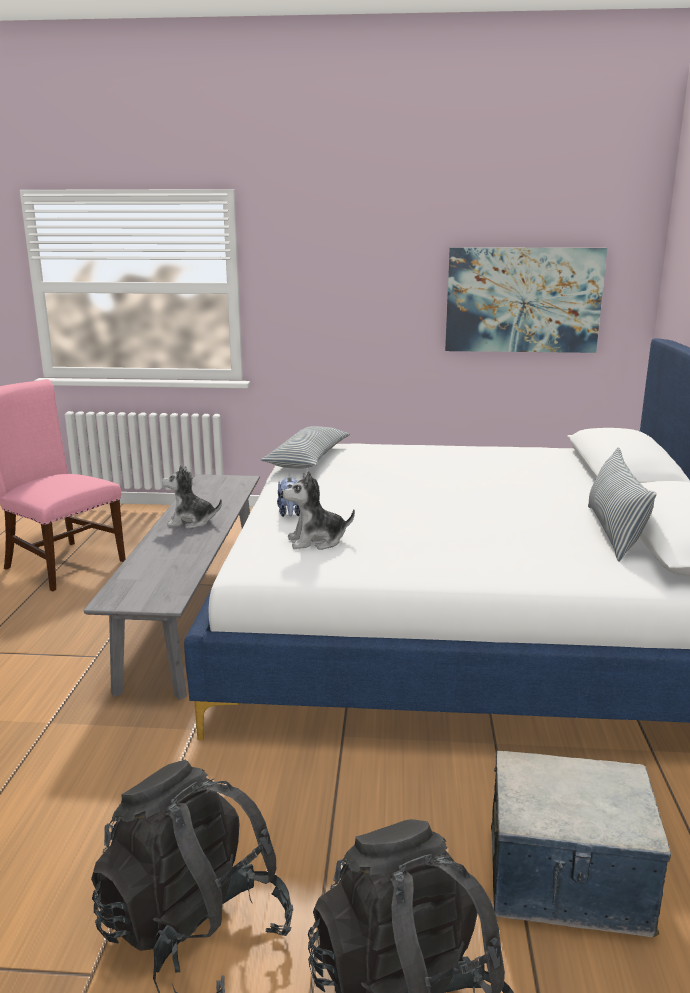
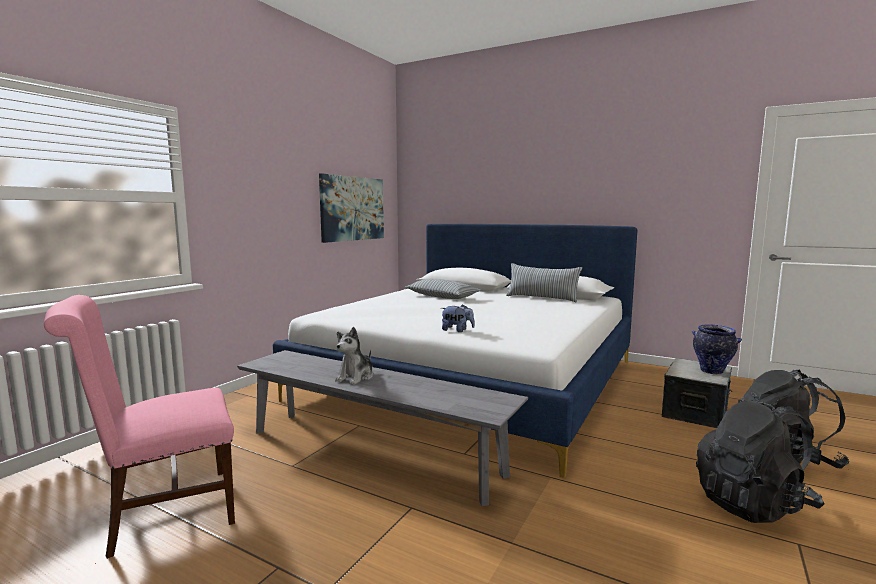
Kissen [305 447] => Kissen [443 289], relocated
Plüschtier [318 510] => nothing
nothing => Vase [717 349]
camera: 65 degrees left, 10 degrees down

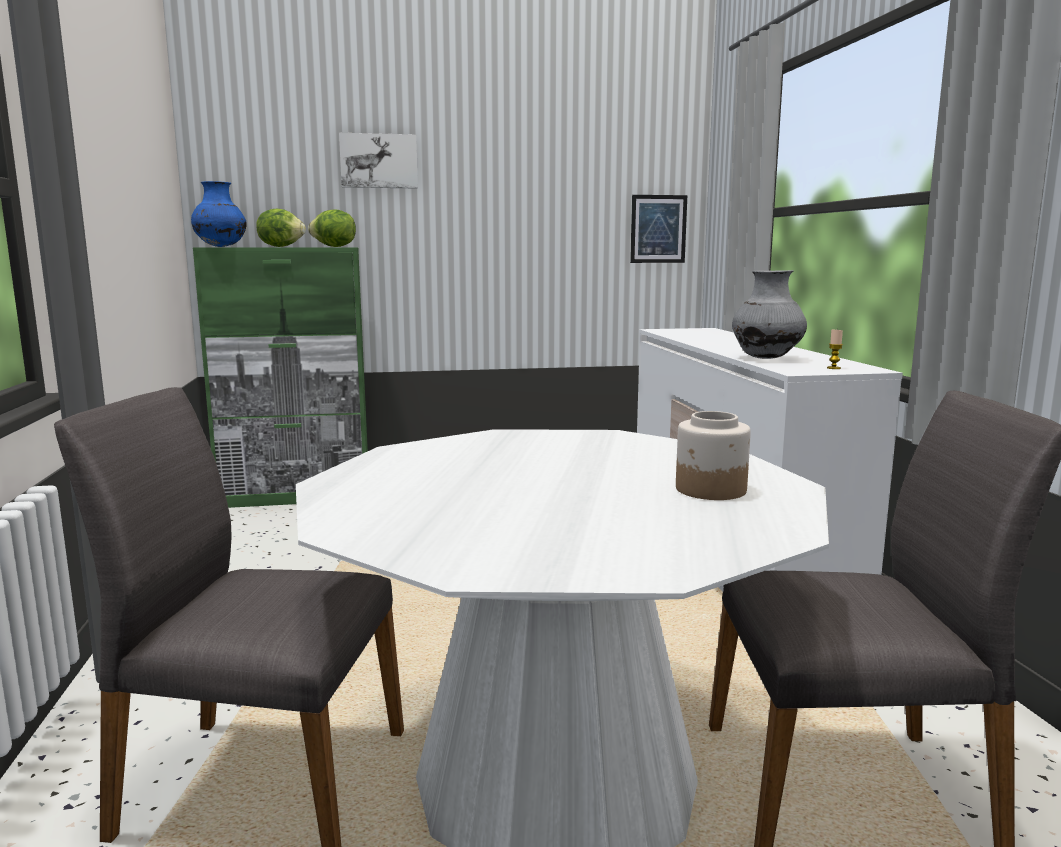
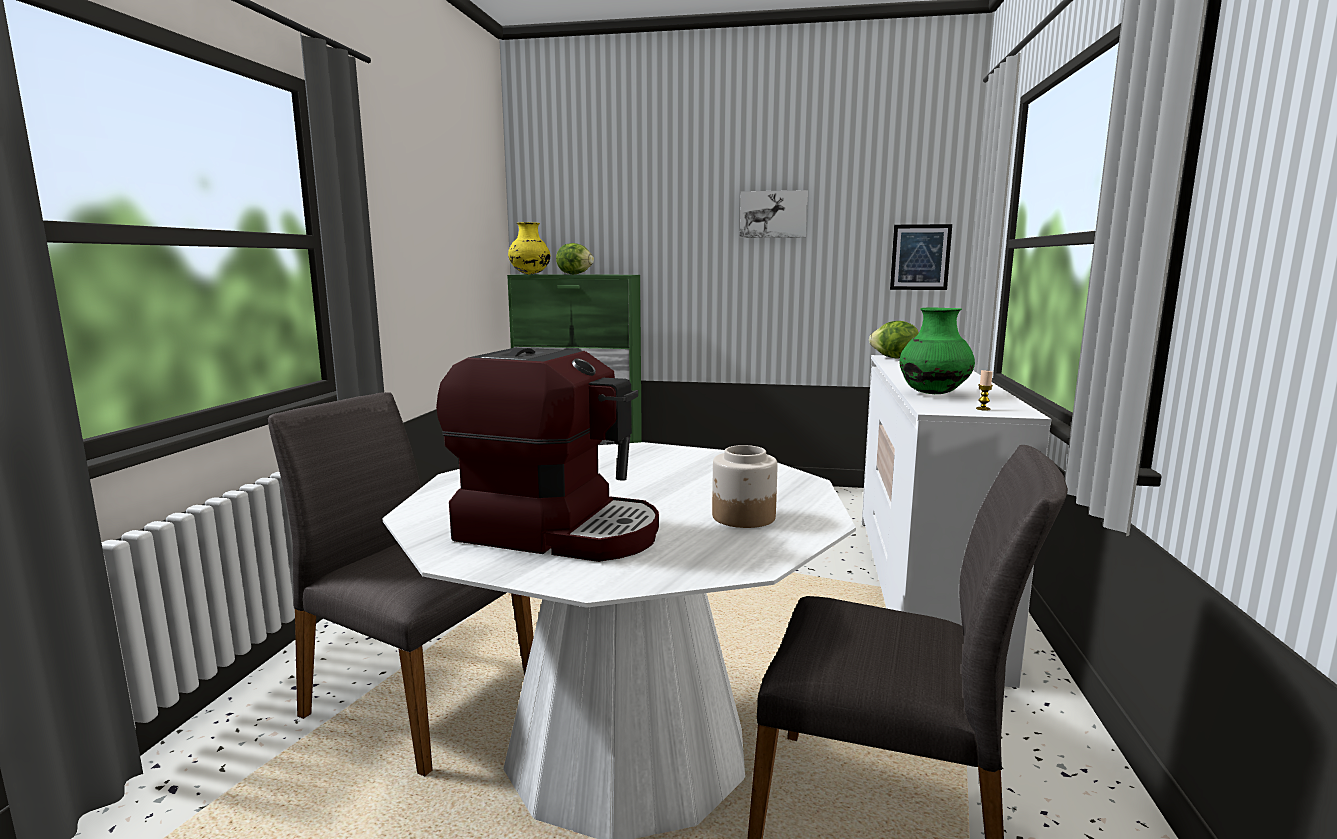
Vase [blau] [219 214] => Vase [gelb] [529 248]
Salatkopf [332 228] => Salatkopf [894 340], relocated
Bild [378 160] => Bild [774 214], relocated
Vase [grau] [769 314] => Vase [grün] [937 350]
nothing => Kaffeemaschine [547 455]
camera: 20 degrees right, 0 degrees up

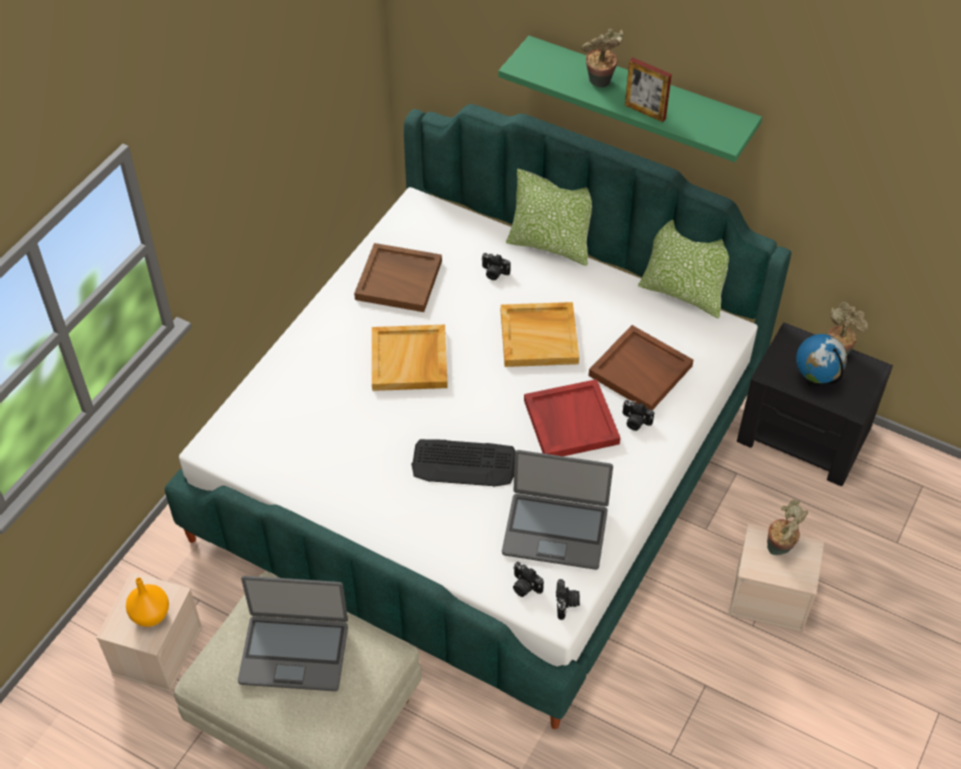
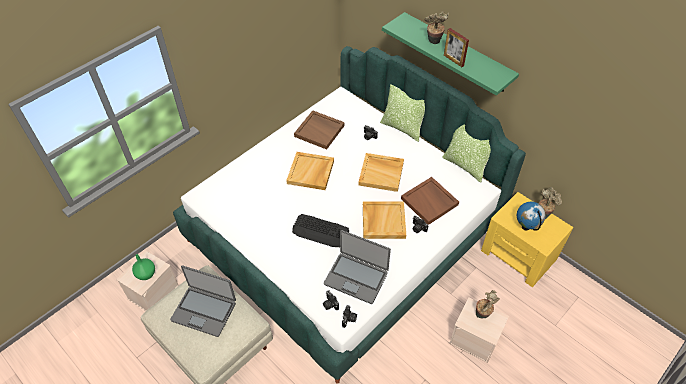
Vase [orange] [147 602] => Vase [grün] [143 267]
Tablett [rot] [572 417] => Tablett [beige] [384 220]
Nachttisch [schwarz] [815 404] => Nachttisch [gelb] [527 239]
camera: 15 degrees right, 0 degrees up

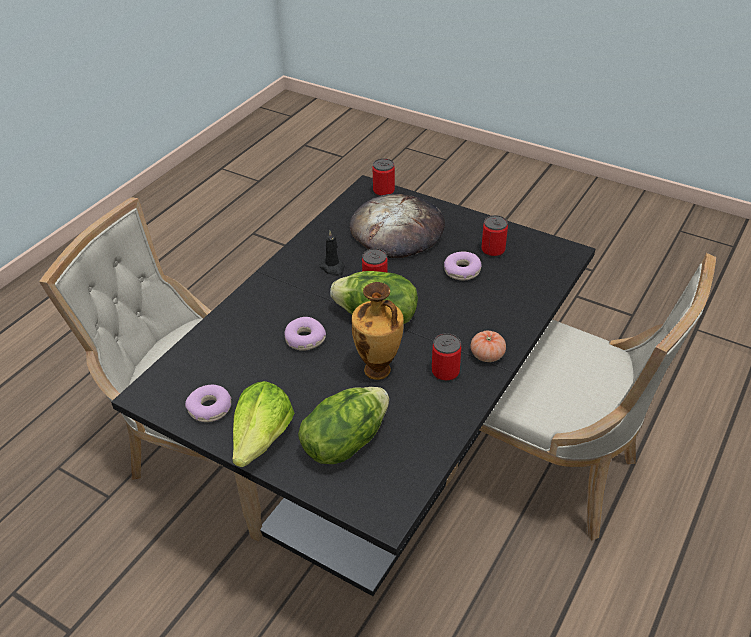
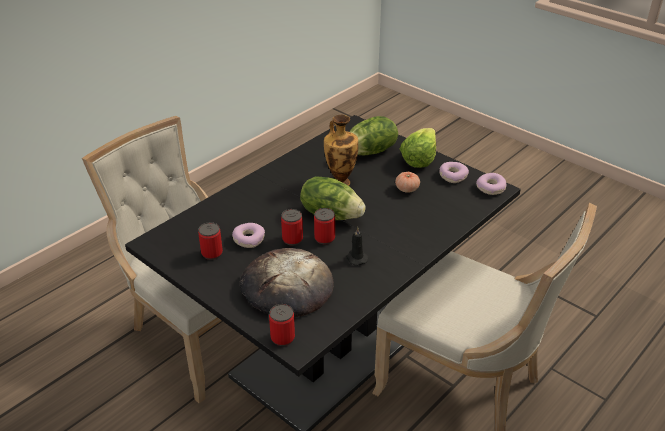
Donut [305 334] => Donut [491 184], relocated
Dose [446 357] => Dose [292 227], relocated
Tomate [488 346] => Tomate [407 182], relocated
camera: 170 degrees left, 5 degrees down

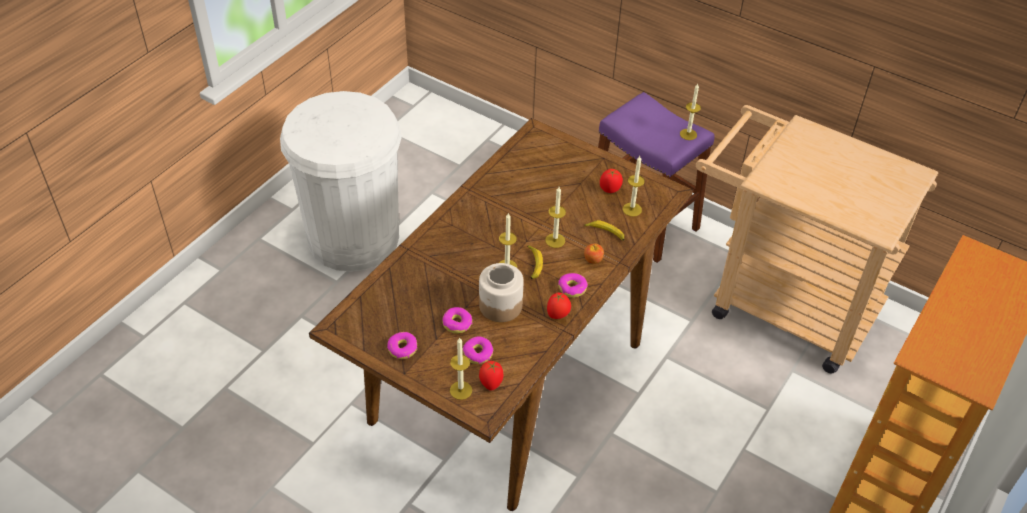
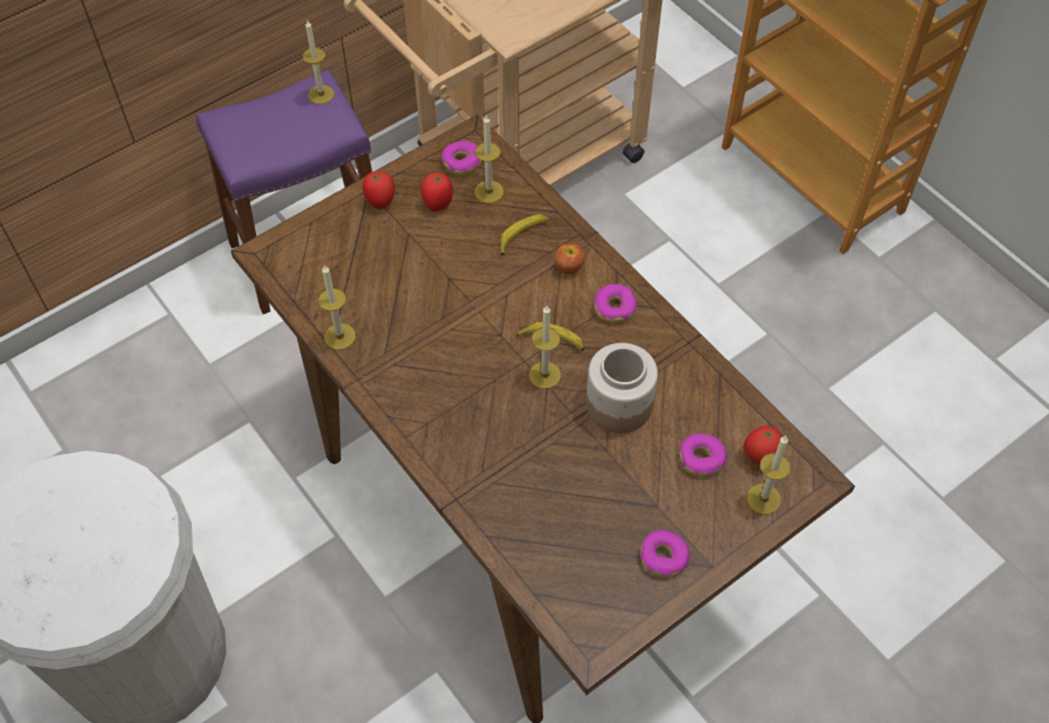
Donut [457 320] => Donut [461 158], relocated
Kerze [555 217] => Kerze [337 308], relocated
Tomate [559 306] => Tomate [379 190], relocated
camera: 70 degrees left, 10 degrees up

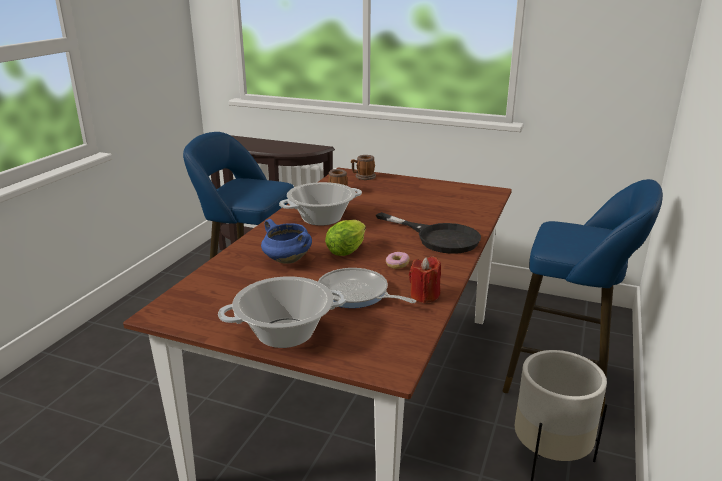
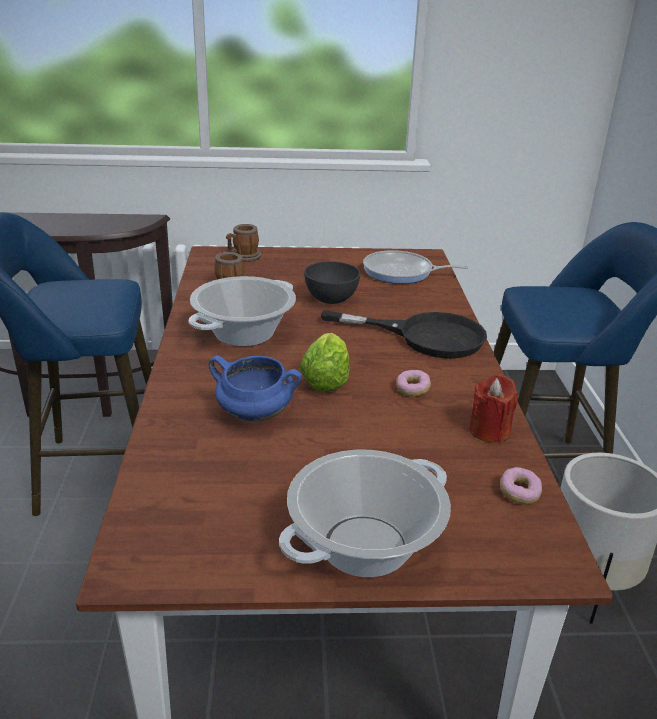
Pfanne [367 288] => Pfanne [416 267], relocated
nothing => Schüssel [grau] [332 282]
nothing => Donut [521 485]
camera: 25 degrees left, 5 degrees up

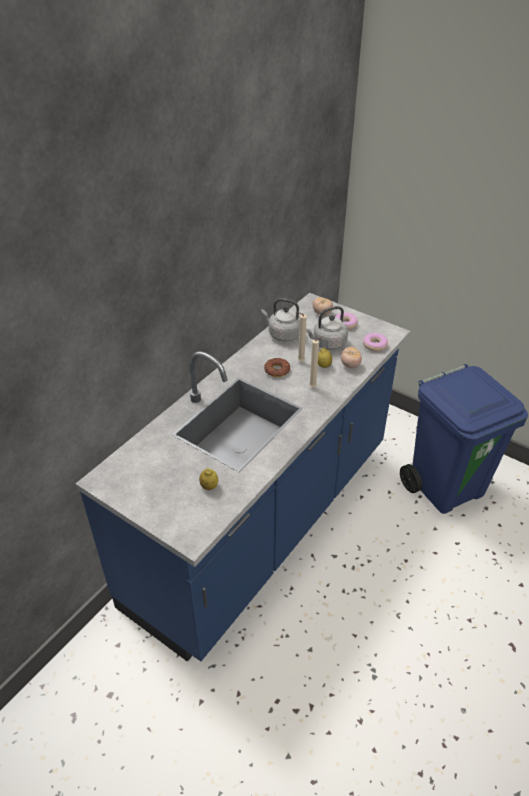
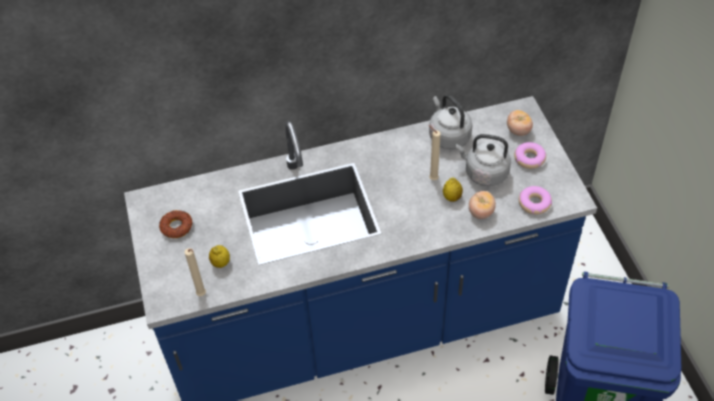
Donut [277 367] => Donut [176 224], relocated
Kerze [beige] [316 361] => Kerze [beige] [195 272], relocated
camera: 40 degrees right, 10 degrees up

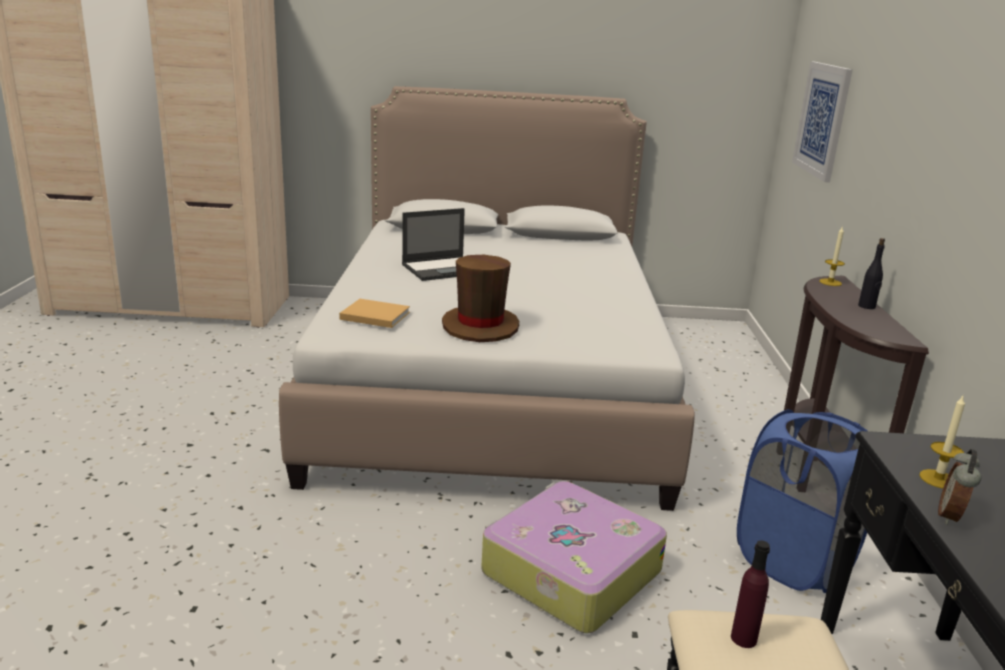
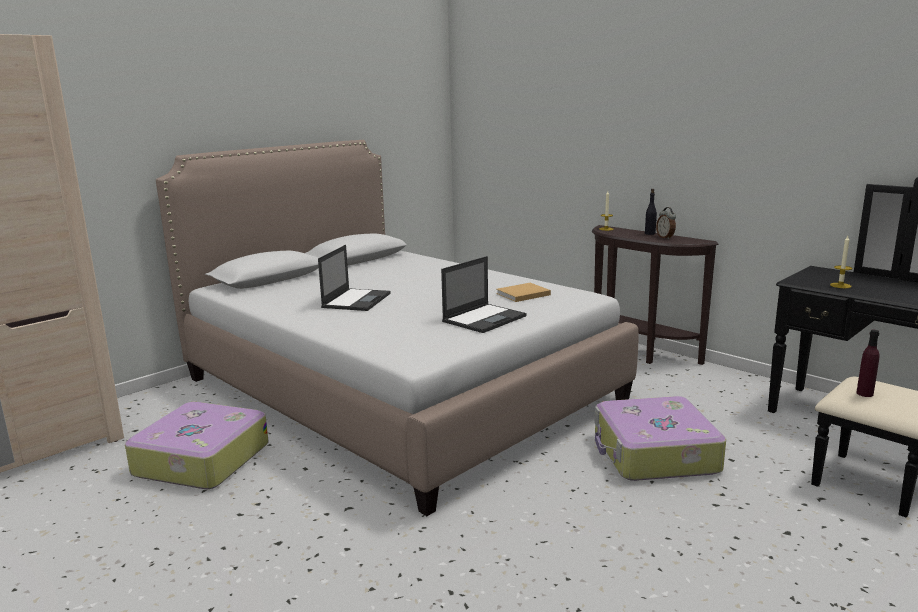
Buch [beige] [374 313] => Buch [beige] [523 292], relocated
Hut [braun] [480 298] => Laptop [484 294]
Wäschekorb [blau] [802 501] => nothing
Bild [822 122] => nothing
Wecker [959 487] => Wecker [666 223], relocated
nothing => Koffer [197 445]
camera: 45 degrees left, 5 degrees down

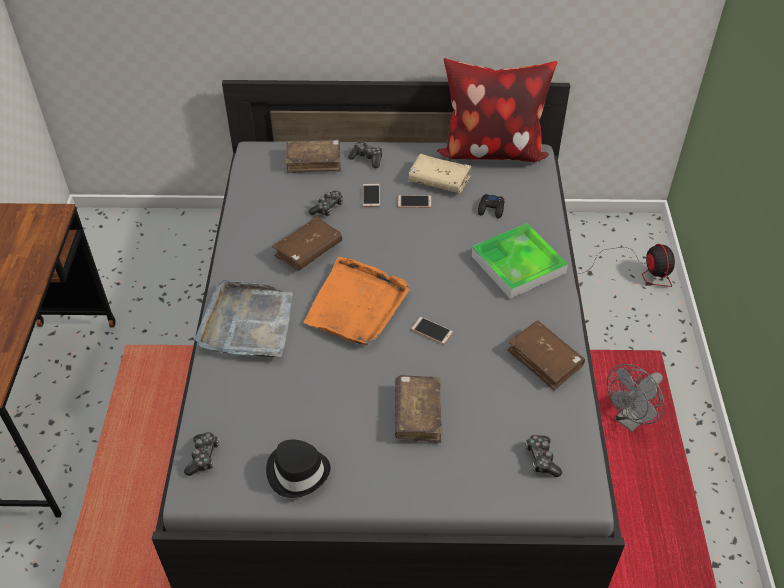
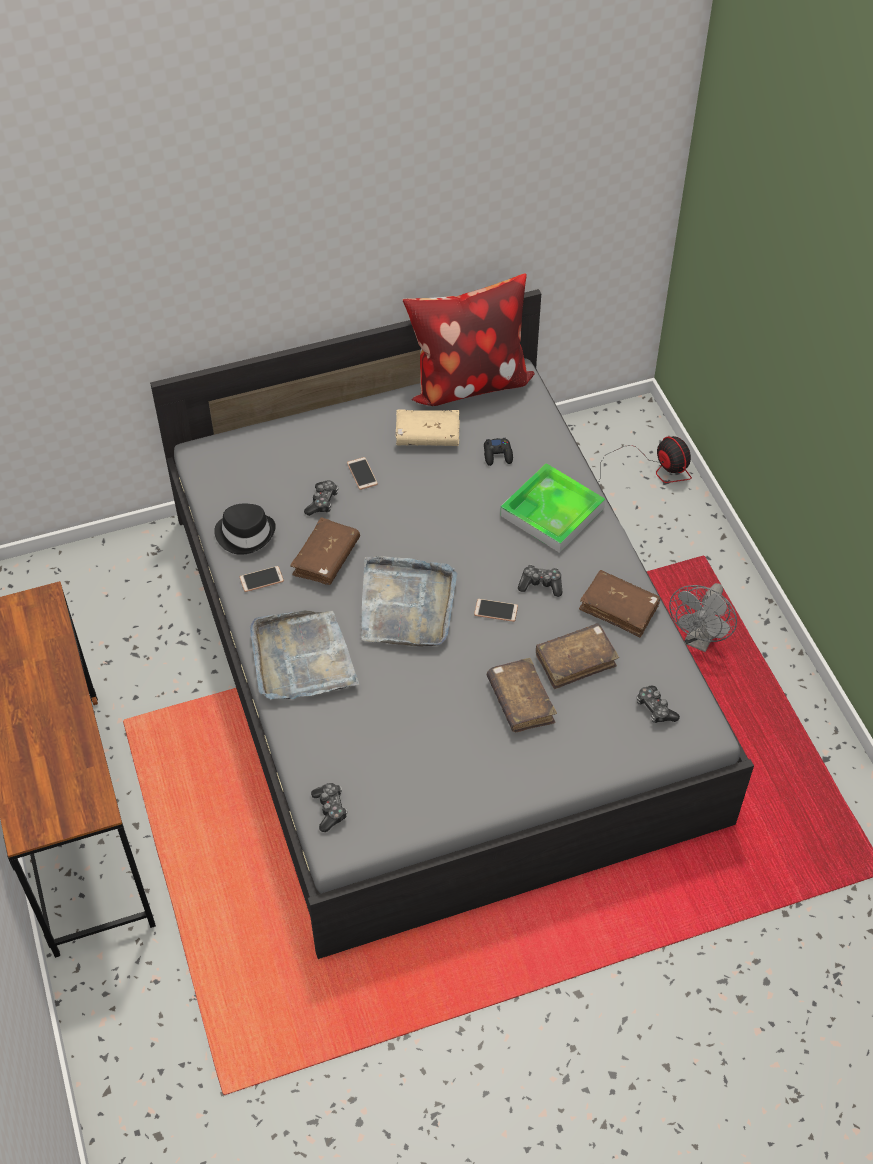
Hut [schwarz] [298 468] => Hut [schwarz] [245 529], relocated
Buch [braun] [313 156] => Buch [braun] [577 656], relocated
Tablett [orange] [357 301] => Tablett [grau] [409 601]
Gamepad [365 155] => Gamepad [540 580], relocated
Handy [415 201] => Handy [262 579], relocated
camera: 20 degrees left, 5 degrees up

